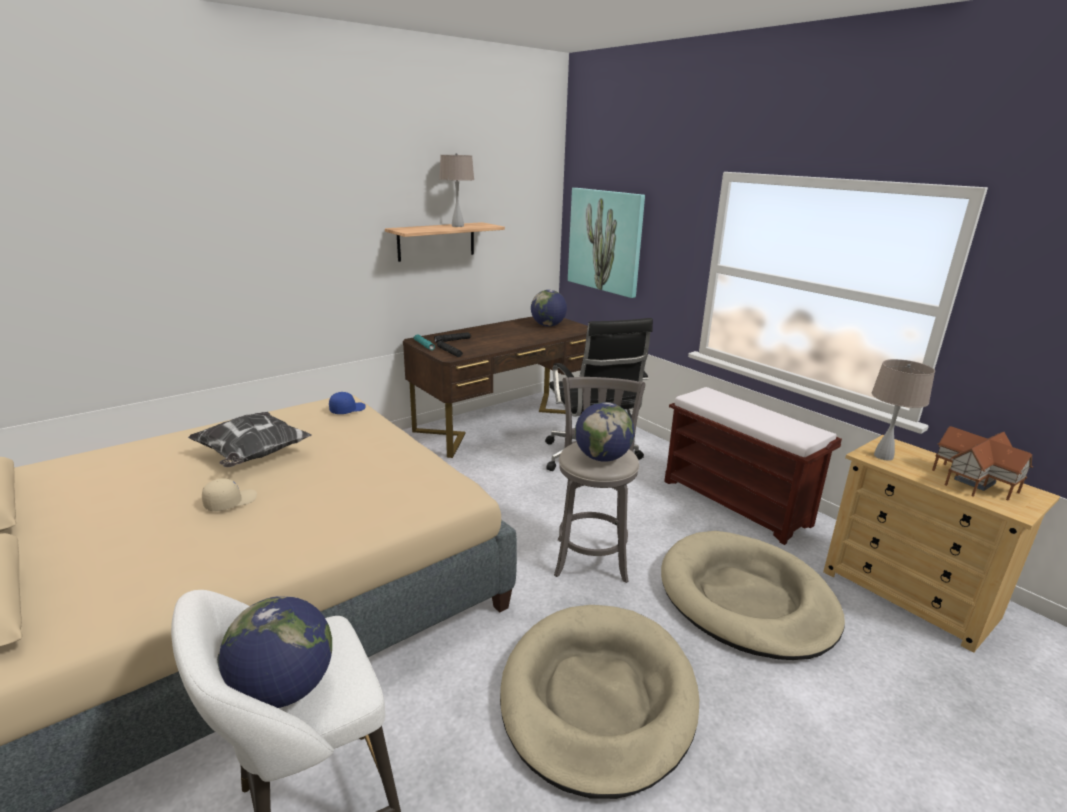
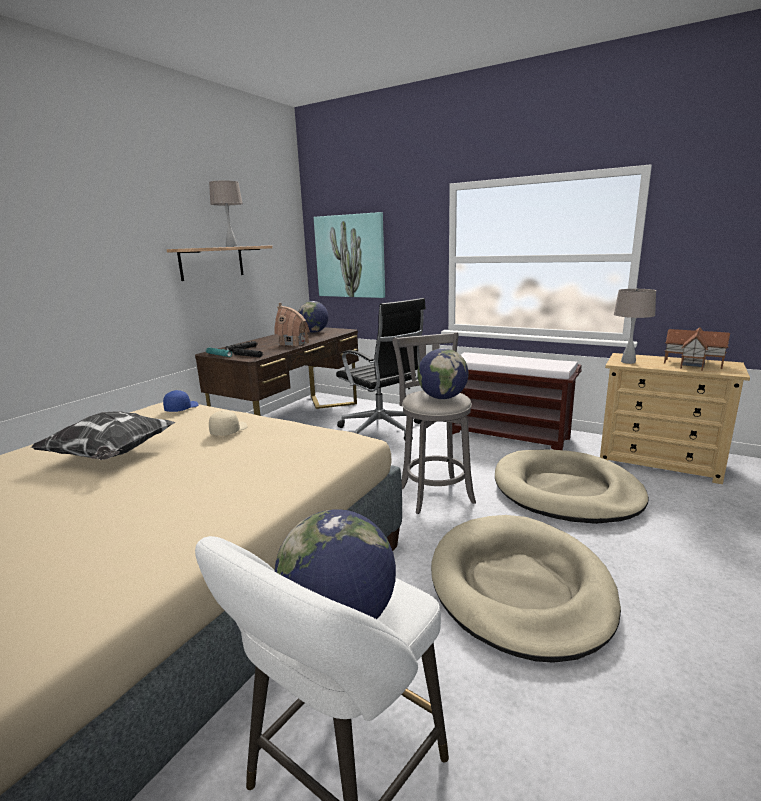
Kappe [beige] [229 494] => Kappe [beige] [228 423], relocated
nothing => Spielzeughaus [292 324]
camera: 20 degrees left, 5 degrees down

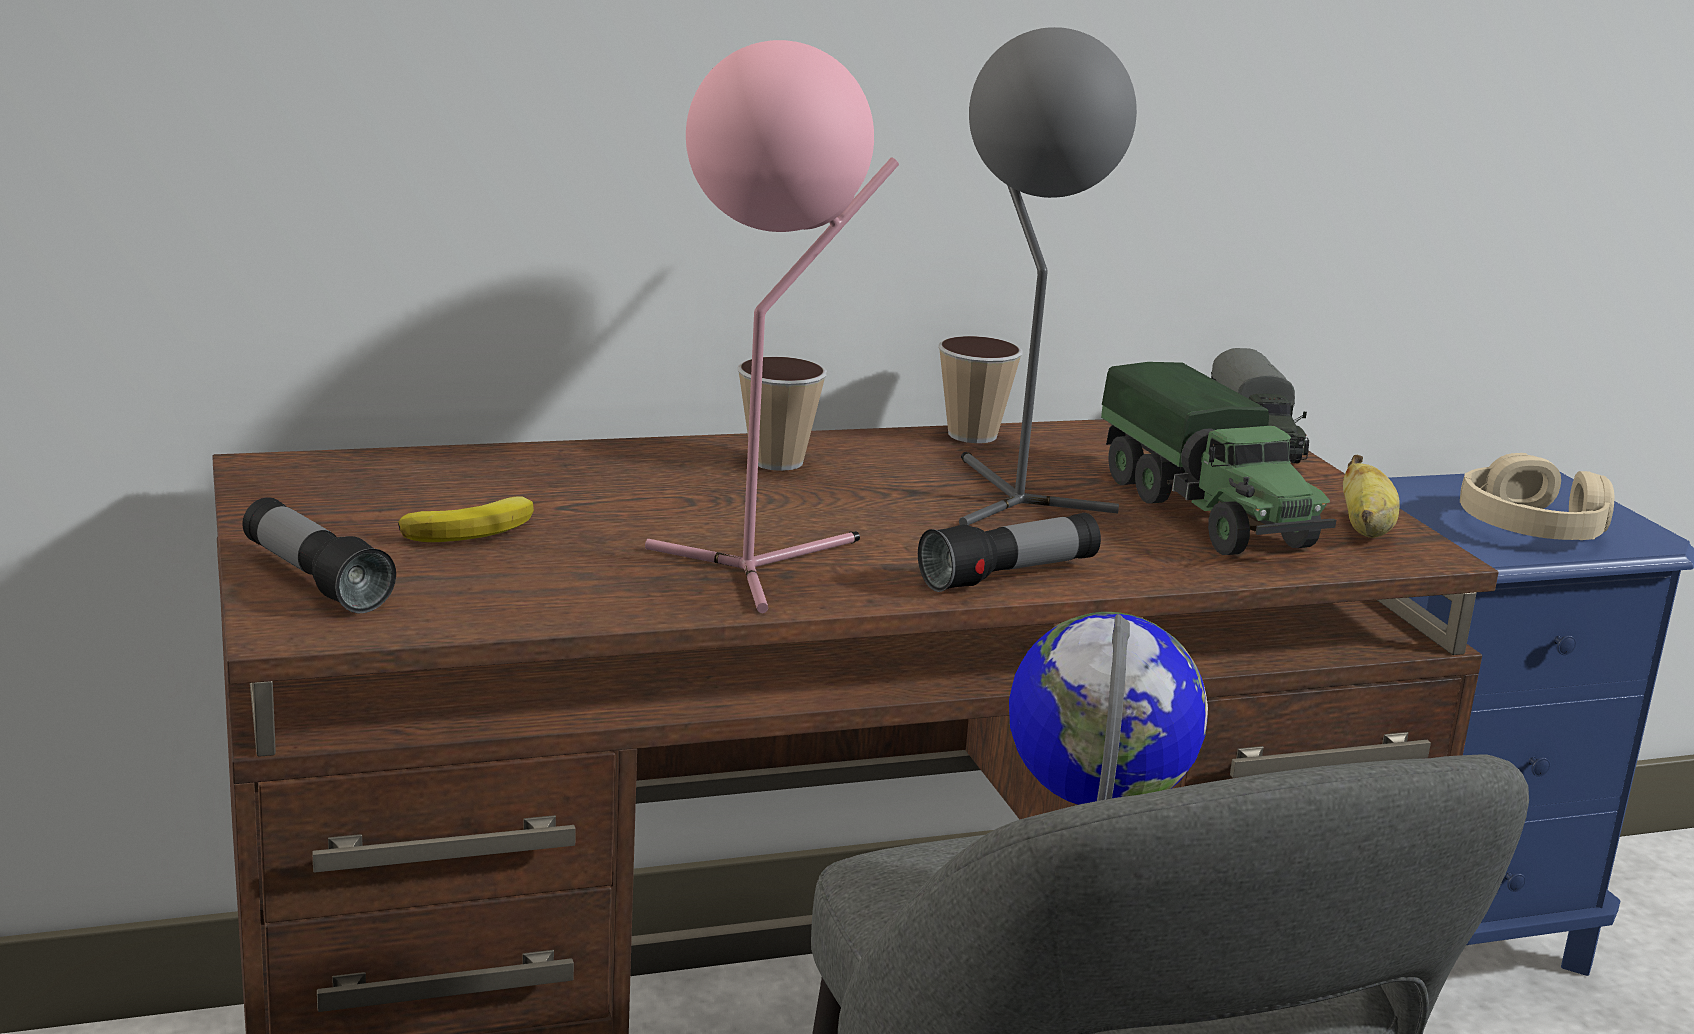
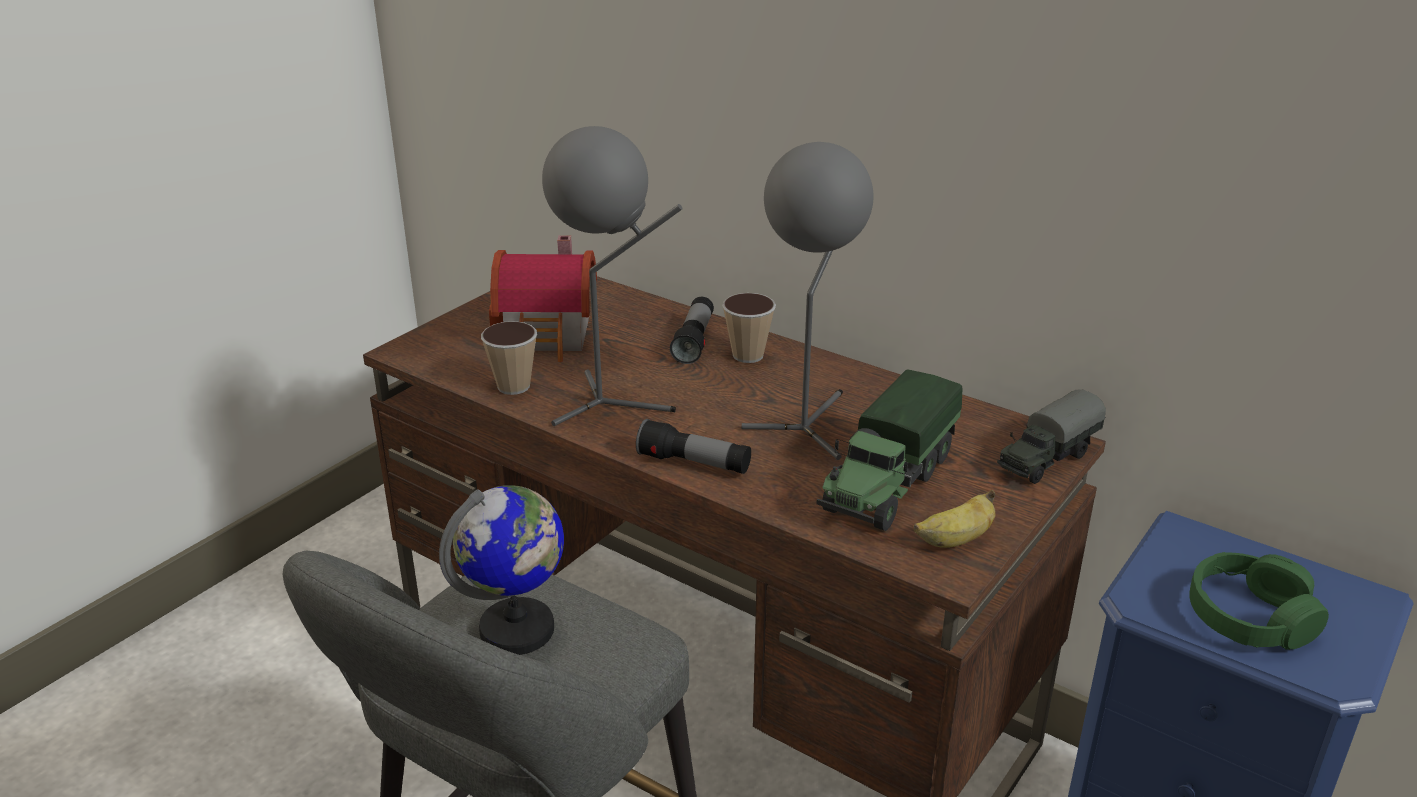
Taschenlampe [319 555] => Taschenlampe [692 330], relocated
Banane [466 519] => Spielzeughaus [543 298]
Tischlampe [rosa] [772 326] => Tischlampe [grau] [612 276]
Tasse [980 389] => Tasse [509 358], relocated
Kopfhörer [beige] [1537 496] => Kopfhörer [grün] [1259 601]
camera: 55 degrees right, 10 degrees up

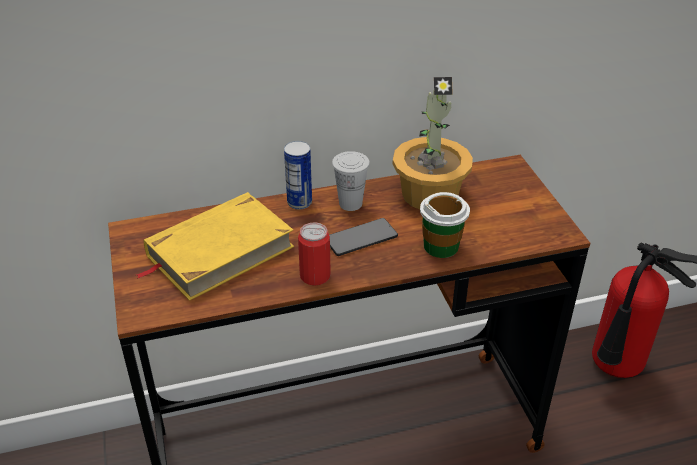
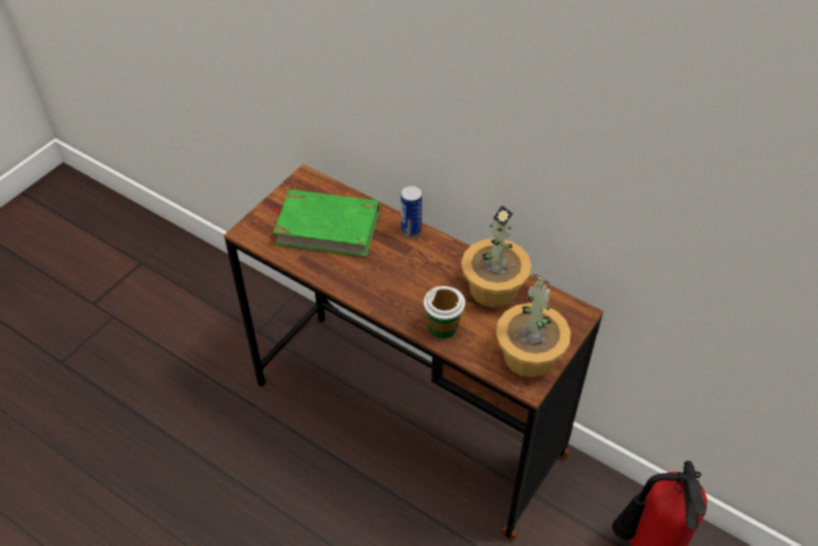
Buch [gelb] [215 246] => Buch [grün] [325 223]
Dose [314 254] => nothing
Handy [363 237] => nothing
Tasse [weiß] [351 181] => nothing
nothing => Topfpflanze [533 326]
camera: 50 degrees right, 10 degrees up

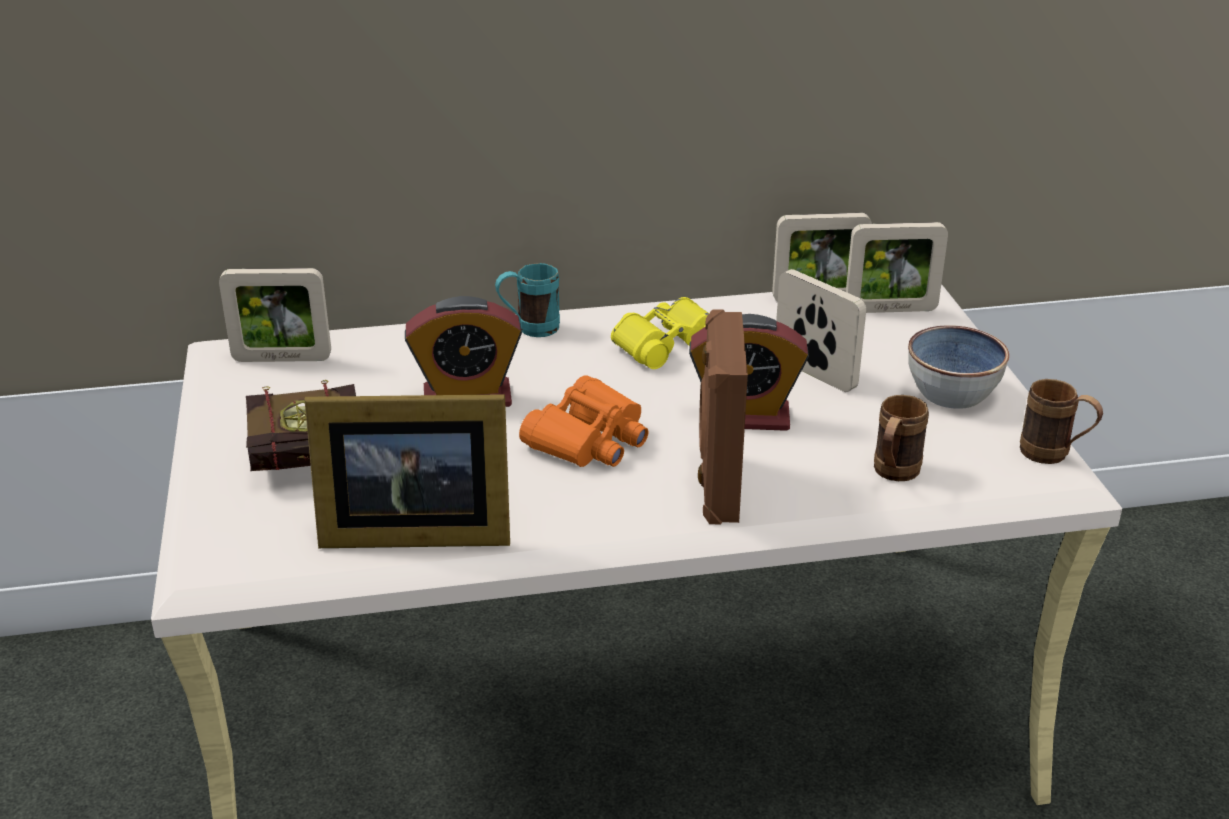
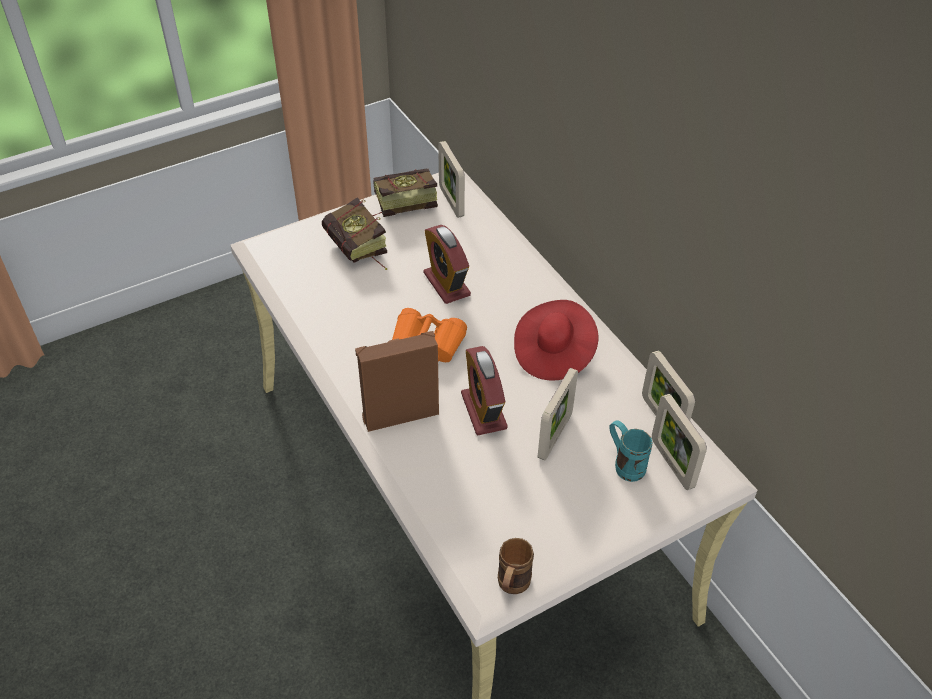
Bilderrahmen [407 471] => nothing
Henkelbecher [türkis] [527 300] => Henkelbecher [türkis] [631 451], relocated
Fernglas [gelb] [660 333] => Hut [rot] [556 340]
Henkelbecher [braun] [901 438] => nothing
Schüssel [958 367] => nothing
nothing => Buch [405 193]
camera: 70 degrees right, 15 degrees up

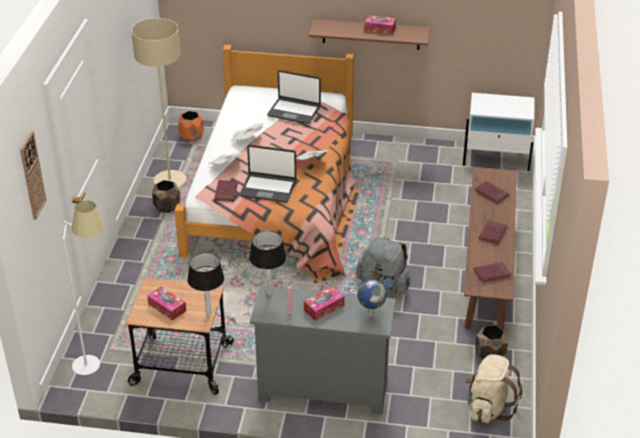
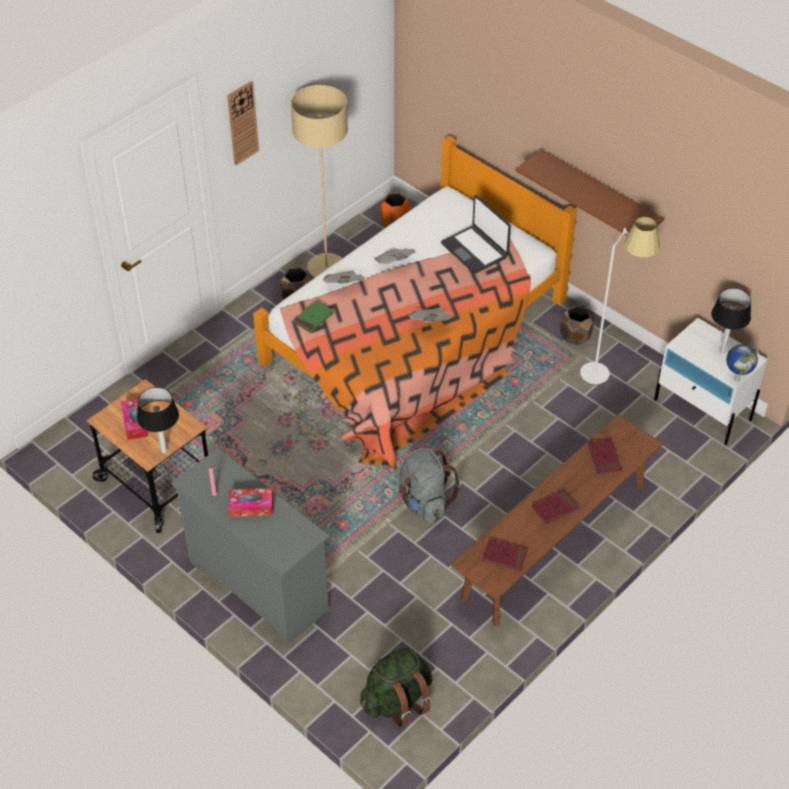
Wanduhr [33 175] => Wanduhr [243 123], relocated
Stehlampe [weiß] [84 287] => Stehlampe [weiß] [620 300], relocated
Buch [rot] [226 191] => Buch [grün] [313 316]
Laptop [268 174] => nothing
Tischlampe [268 263] => Tischlampe [731 320], relocated
Globus [372 298] => Globus [742 363], relocated
Taschentuchbox [380 24] => nothing
Rucksack [beige] [493 388] => Rucksack [grün] [396 687]
Pflanzkübel [braun] [491 342] => Pflanzkübel [braun] [577 326], relocated
camera: 35 degrees right, 10 degrees up

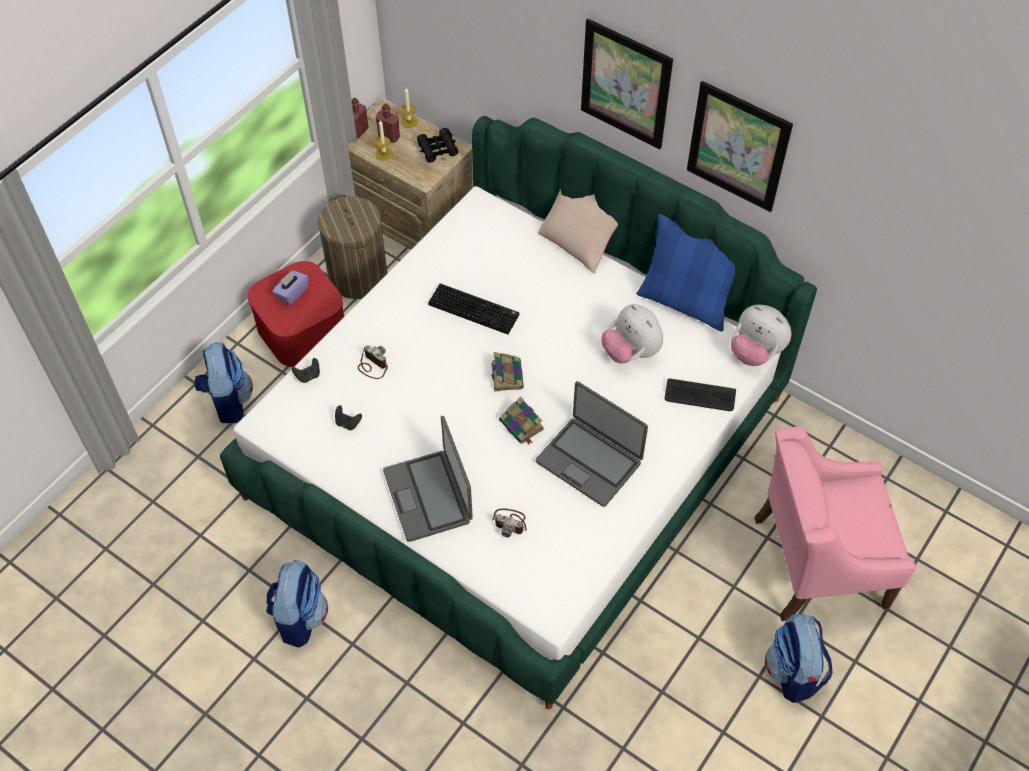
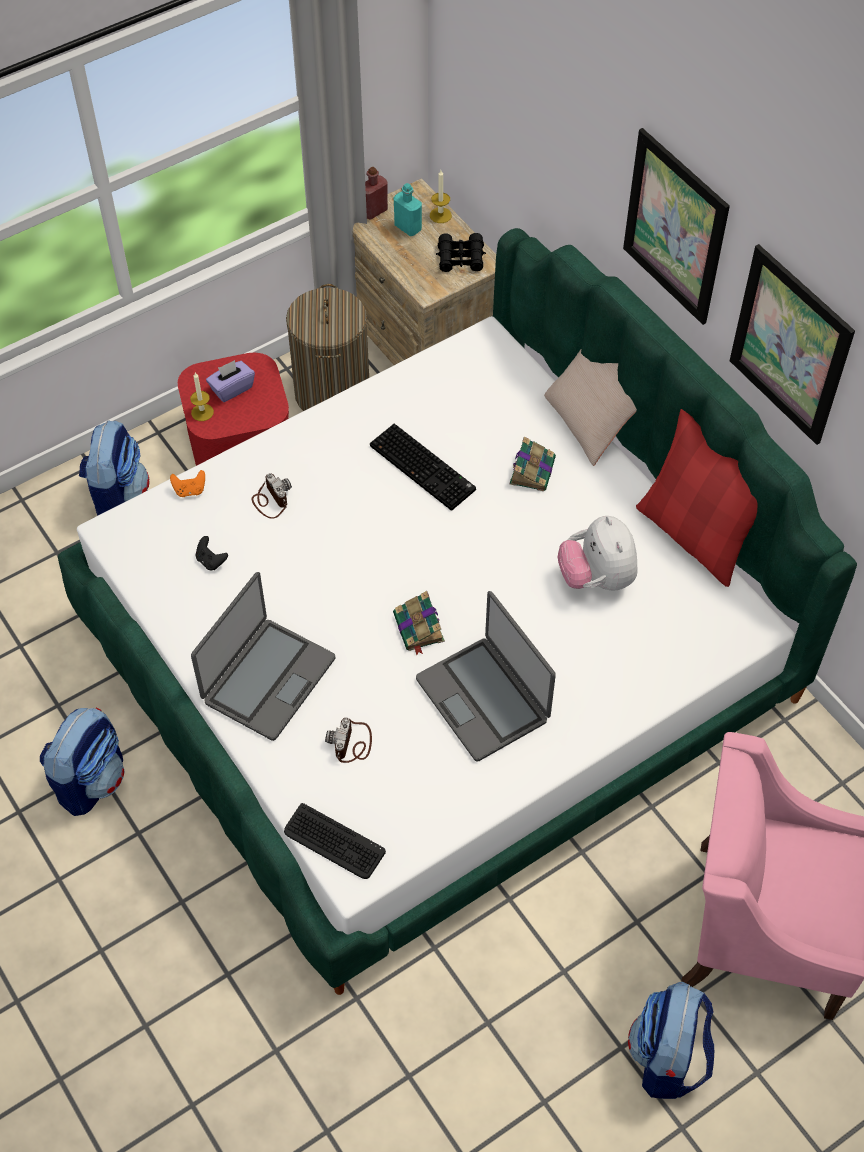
Gamepad [schwarz] [306 370] => Gamepad [orange] [187 483]
Kerze [384 140] => Kerze [202 397], relocated
Flasche [rot] [388 123] => Flasche [türkis] [408 209]
Laptop [428 479] => Laptop [263 656], 150 degrees counterclockwise
Buch [507 372] => Buch [533 464], relocated
Kamera [509 523] => Kamera [348 740], 60 degrees clockwise
Kissen [blau] [685 273] => Kissen [rot] [696 498]
Tastatur [700 394] => Tastatur [335 841], relocated
Plüschtier [761 335] => nothing
camera: 20 degrees right, 0 degrees up

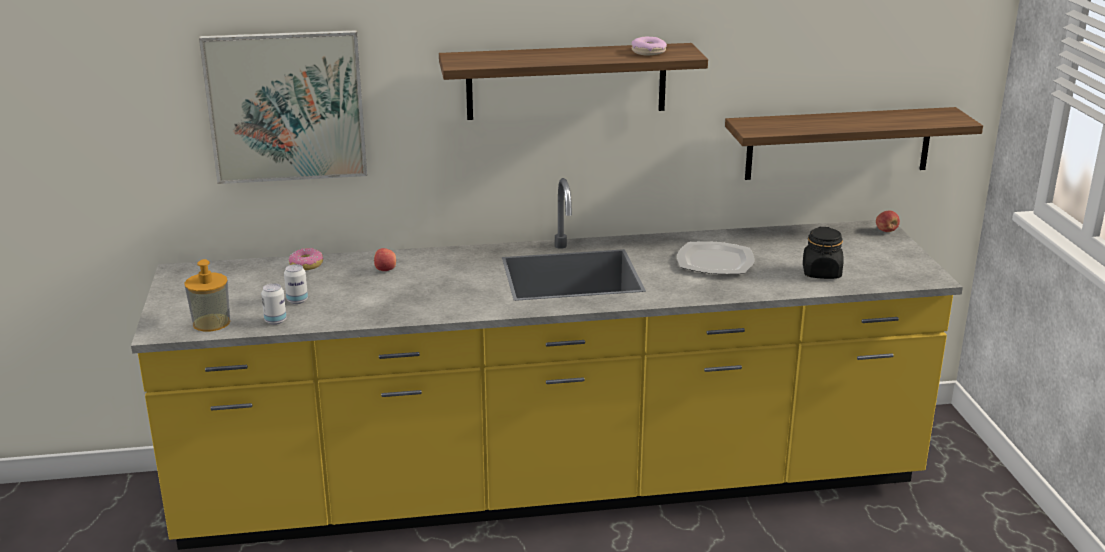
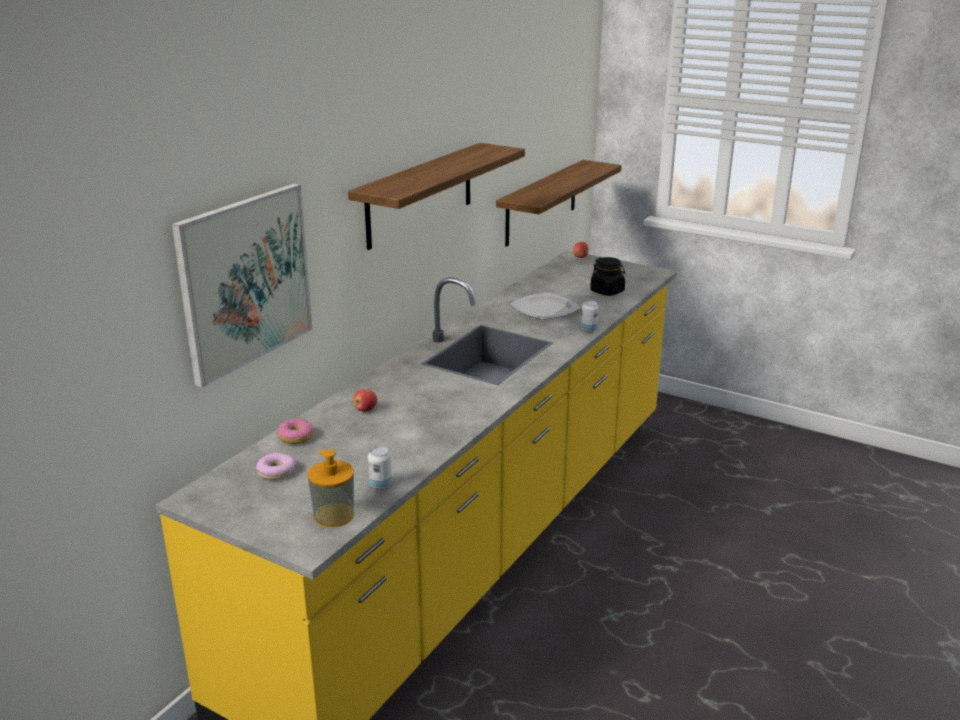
Dose [296 284] => Dose [590 316], relocated
Donut [649 46] => Donut [276 466], relocated
camera: 50 degrees left, 0 degrees up

